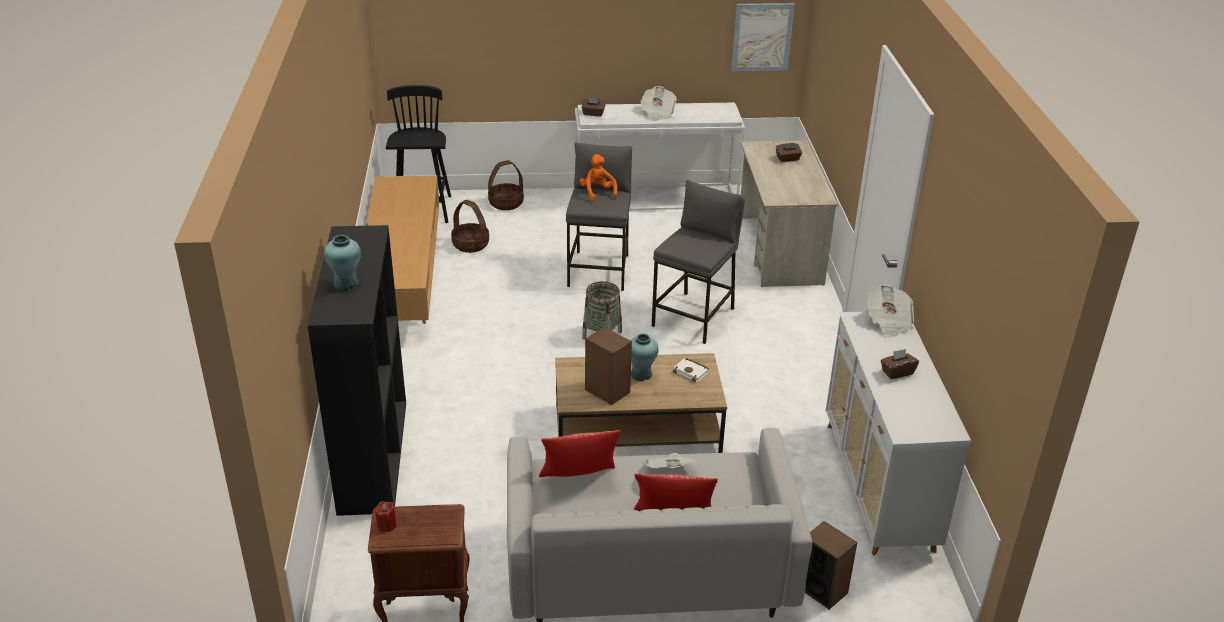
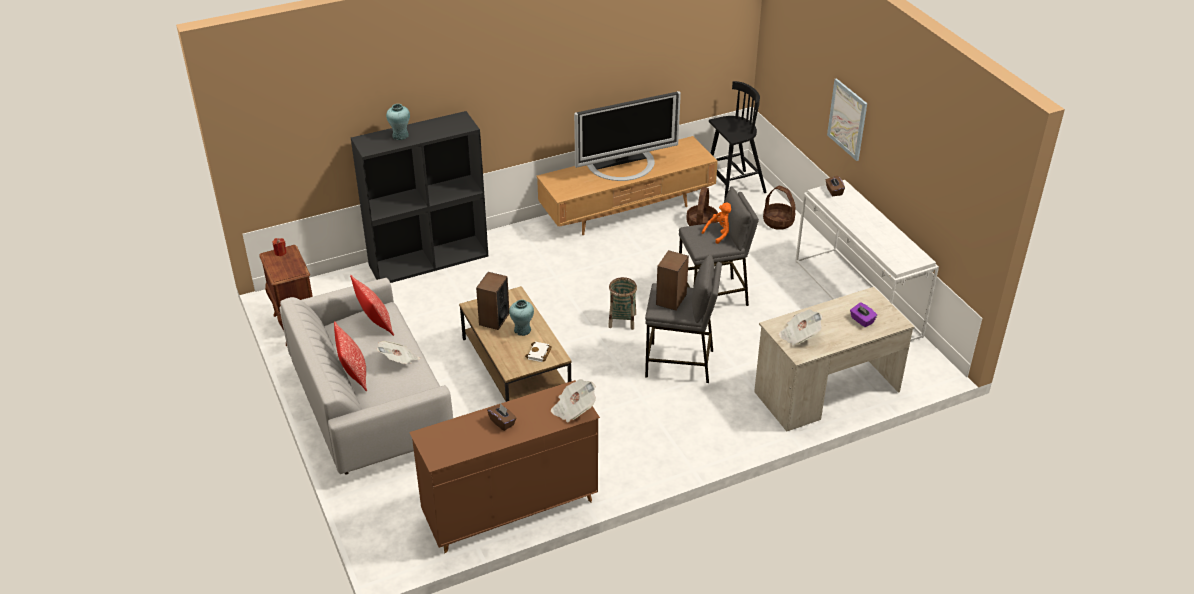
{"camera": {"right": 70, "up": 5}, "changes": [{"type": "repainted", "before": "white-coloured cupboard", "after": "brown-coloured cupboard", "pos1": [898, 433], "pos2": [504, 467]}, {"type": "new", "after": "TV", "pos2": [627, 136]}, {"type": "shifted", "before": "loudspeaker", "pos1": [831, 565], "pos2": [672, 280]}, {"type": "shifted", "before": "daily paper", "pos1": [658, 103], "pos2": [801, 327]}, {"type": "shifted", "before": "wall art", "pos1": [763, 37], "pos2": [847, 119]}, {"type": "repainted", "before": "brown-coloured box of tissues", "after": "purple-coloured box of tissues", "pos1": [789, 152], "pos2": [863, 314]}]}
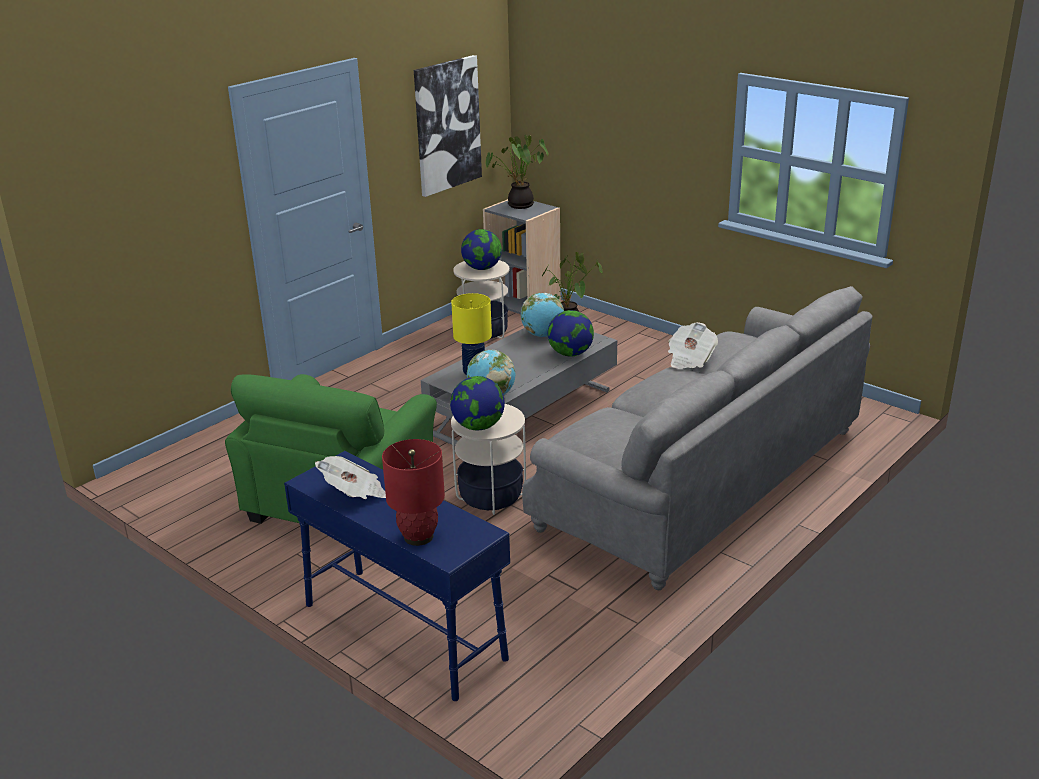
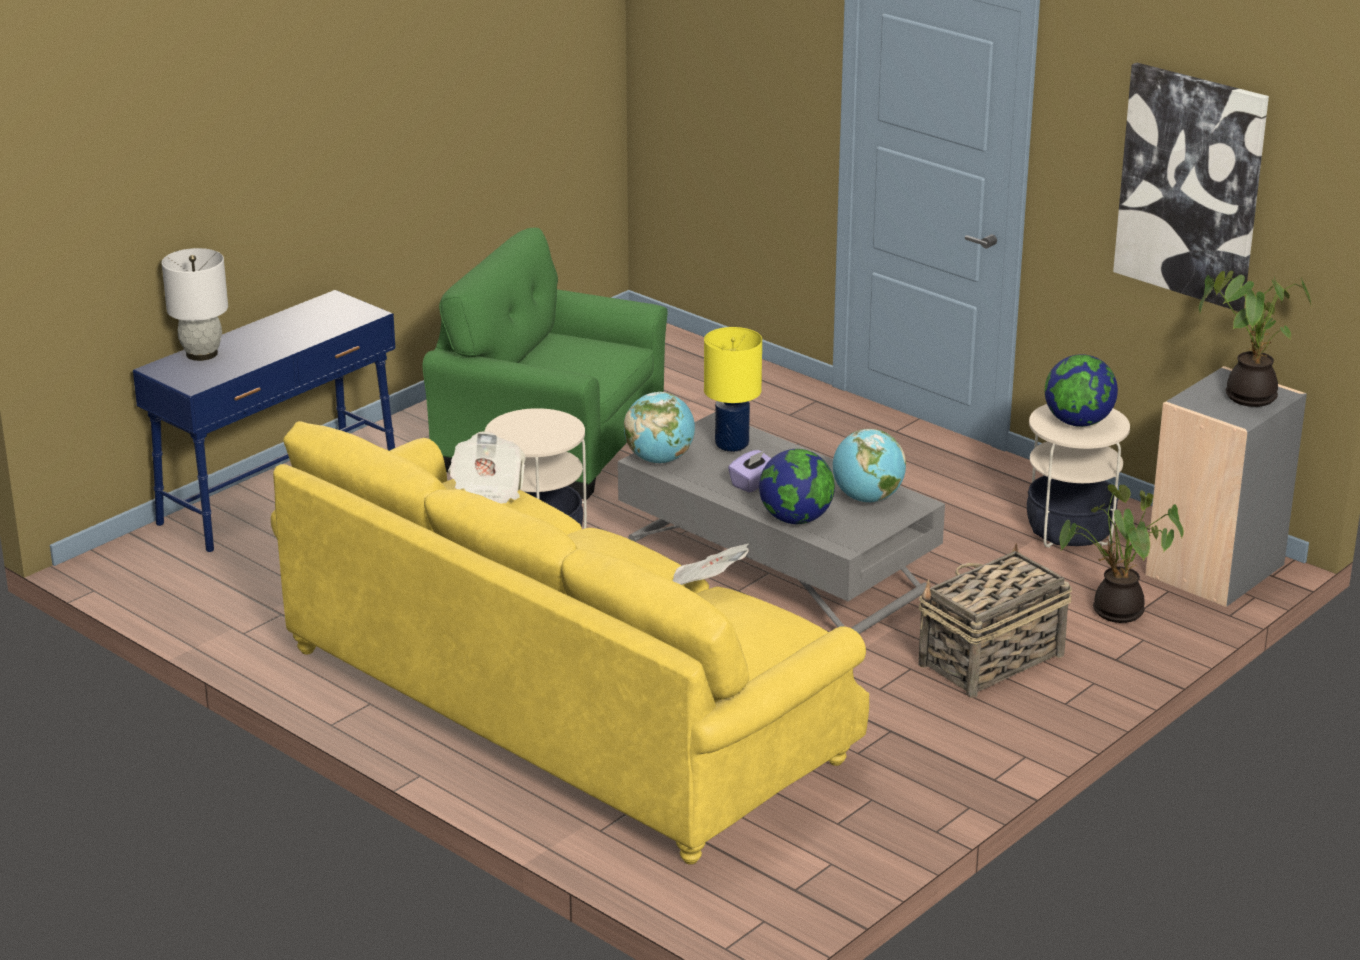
{"camera": {"right": 90, "up": 0}, "changes": [{"type": "repainted", "before": "red lamp for a table", "after": "white-coloured lamp for a table", "pos1": [413, 492], "pos2": [195, 304]}, {"type": "repainted", "before": "grey couch", "after": "yellow couch", "pos1": [697, 438], "pos2": [570, 642]}, {"type": "shifted", "before": "daily paper", "pos1": [350, 477], "pos2": [487, 467]}, {"type": "new", "after": "purple-coloured box of tissues", "pos2": [750, 471]}, {"type": "new", "after": "storage basket", "pos2": [995, 620]}, {"type": "gone", "before": "world globe", "pos1": [477, 403]}]}
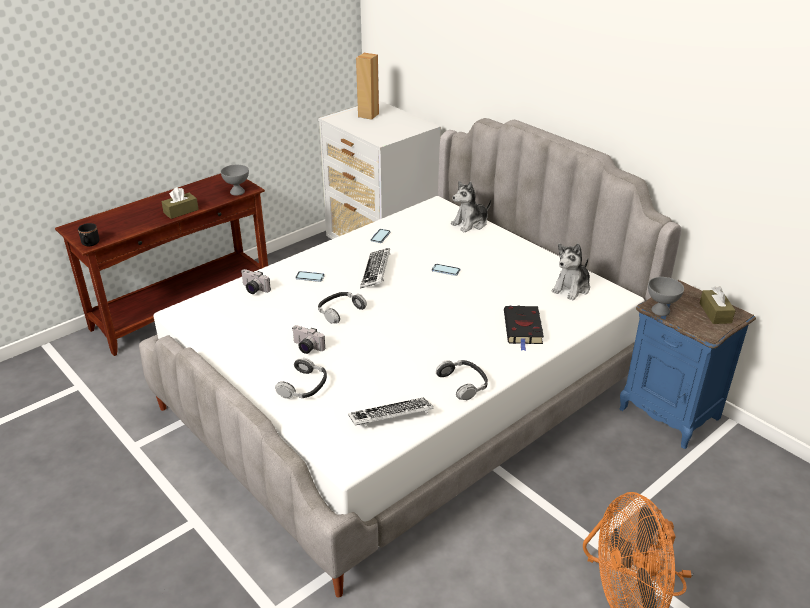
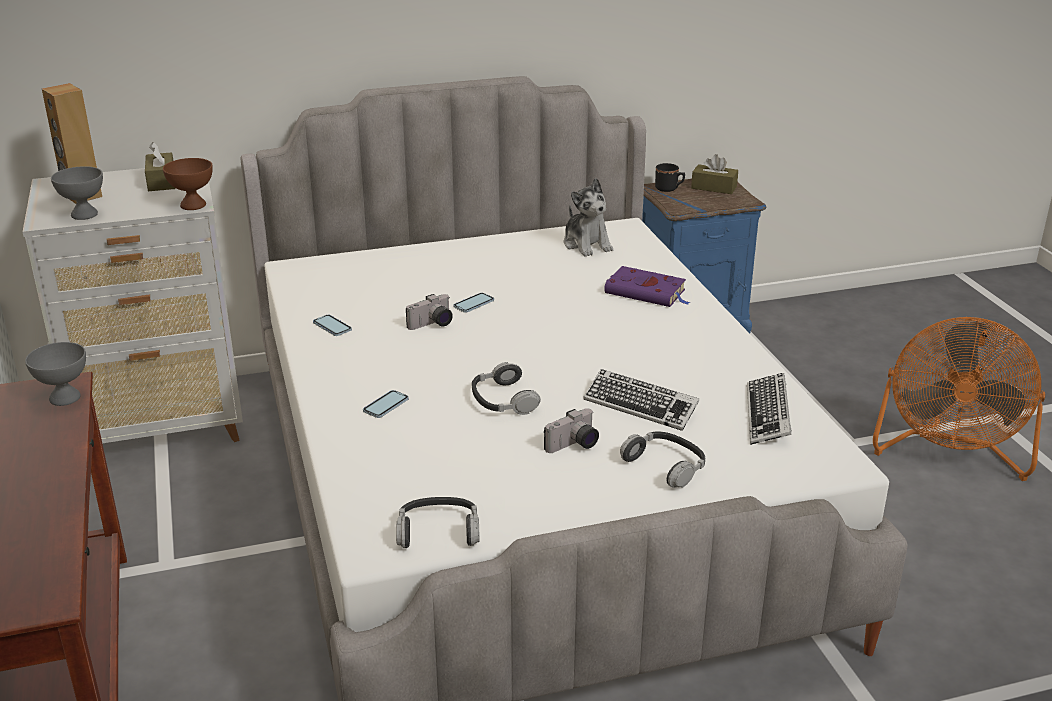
{"camera": {"right": -65, "up": -5}, "changes": [{"type": "shifted", "before": "grey bowl", "pos1": [666, 296], "pos2": [77, 193]}, {"type": "shifted", "before": "brown-coloured box of tissues", "pos1": [180, 203], "pos2": [160, 166]}, {"type": "new", "after": "brown-coloured bowl", "pos2": [188, 184]}, {"type": "shifted", "before": "headphones", "pos1": [462, 380], "pos2": [438, 522]}, {"type": "shifted", "before": "still camera", "pos1": [256, 281], "pos2": [429, 312]}, {"type": "shifted", "before": "PC keyboard", "pos1": [375, 268], "pos2": [641, 400]}, {"type": "repainted", "before": "blackish volume", "after": "purple-coloured volume", "pos1": [524, 328], "pos2": [647, 286]}, {"type": "shifted", "before": "blackish coffee mug", "pos1": [89, 234], "pos2": [670, 177]}, {"type": "gone", "before": "cuddly toy", "pos1": [471, 206]}]}
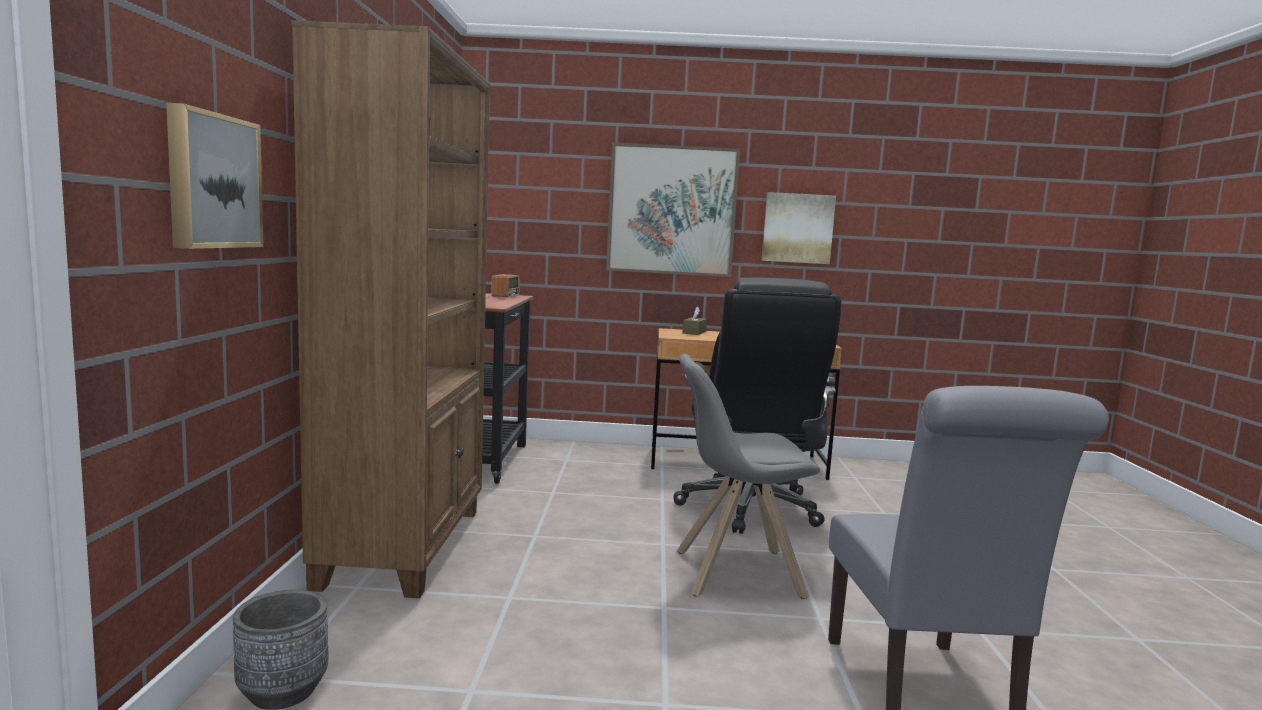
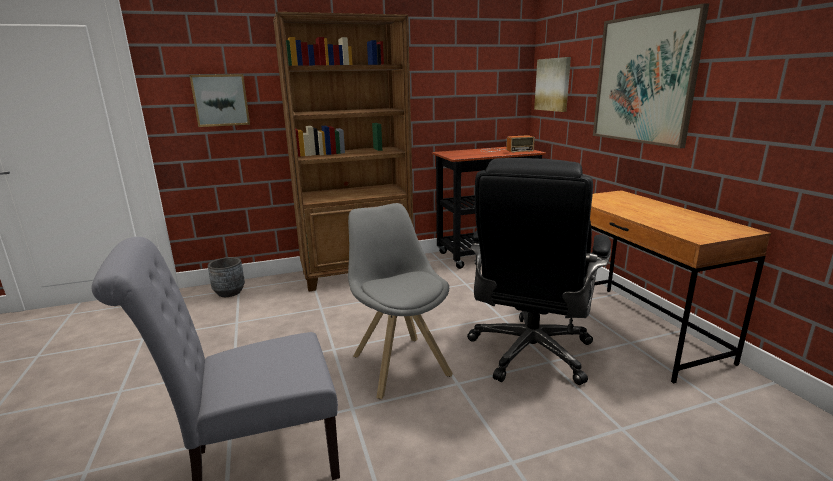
{"camera": {"right": 70, "up": 10}, "changes": [{"type": "rotated", "before": "blackish office chair", "pos1": [757, 405], "pos2": [539, 271], "turn": -45}, {"type": "shifted", "before": "wall art", "pos1": [799, 228], "pos2": [552, 84]}, {"type": "gone", "before": "brown-coloured box of tissues", "pos1": [695, 320]}]}
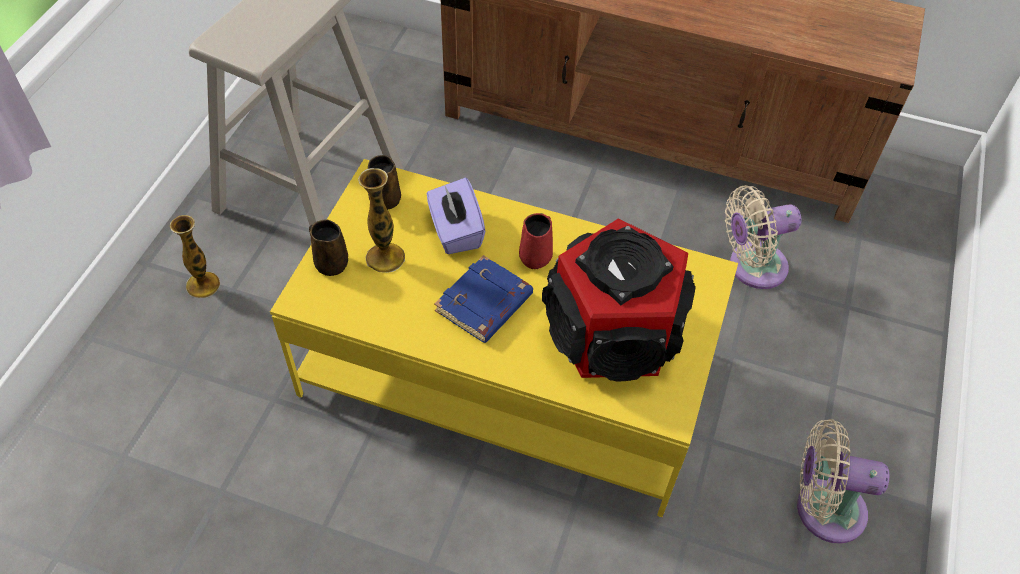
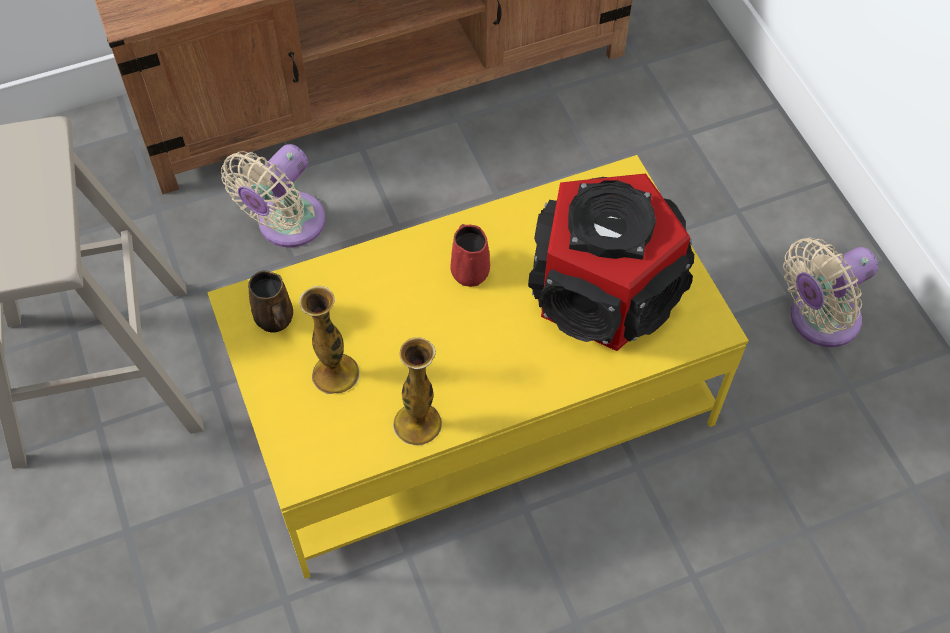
{"camera": {"right": -40, "up": 5}, "changes": [{"type": "shifted", "before": "sand-coloured fan", "pos1": [763, 237], "pos2": [273, 196]}, {"type": "shifted", "before": "decorative vase", "pos1": [195, 256], "pos2": [417, 391]}, {"type": "gone", "before": "brown-coloured coffee mug", "pos1": [328, 247]}, {"type": "gone", "before": "purple-coloured box of tissues", "pos1": [456, 216]}, {"type": "gone", "before": "bluish volume", "pos1": [483, 299]}]}
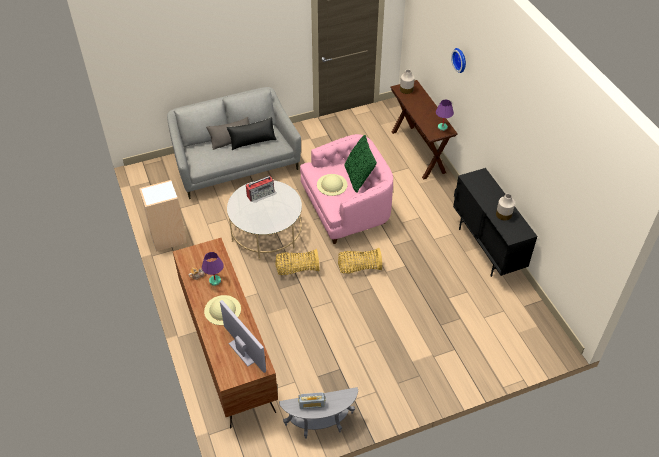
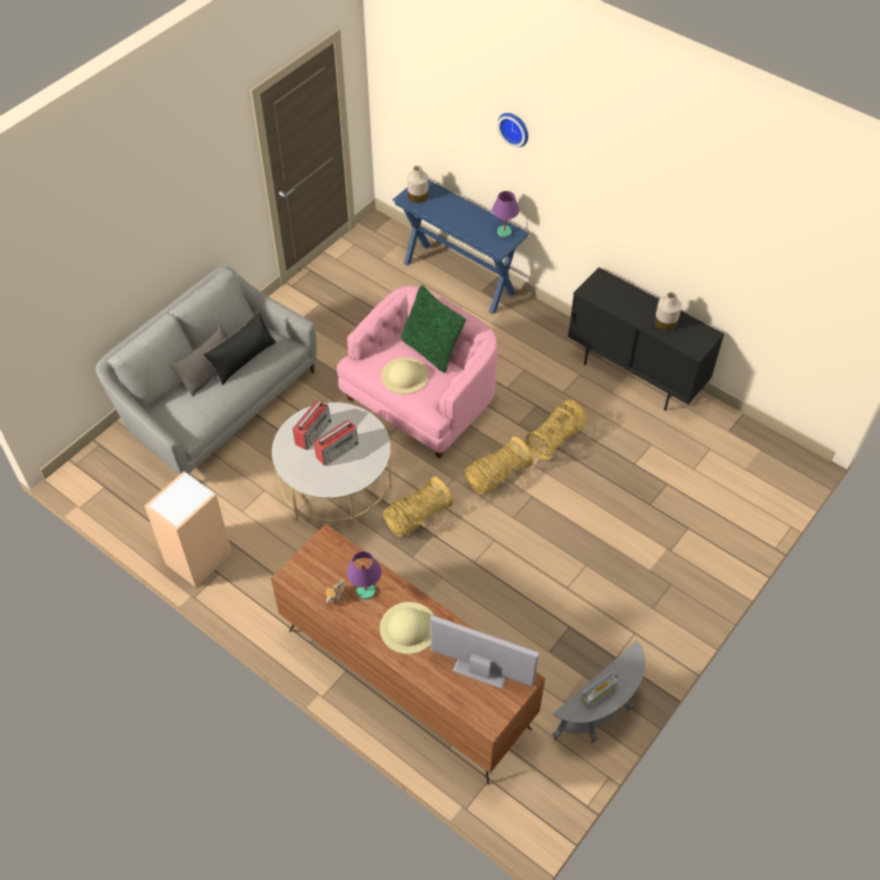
{"camera": {"right": -30, "up": 5}, "changes": [{"type": "new", "after": "radio receiver", "pos2": [336, 443]}, {"type": "repainted", "before": "brown-coloured console table", "after": "bluish console table", "pos1": [424, 130], "pos2": [461, 247]}, {"type": "new", "after": "storage basket", "pos2": [556, 430]}]}
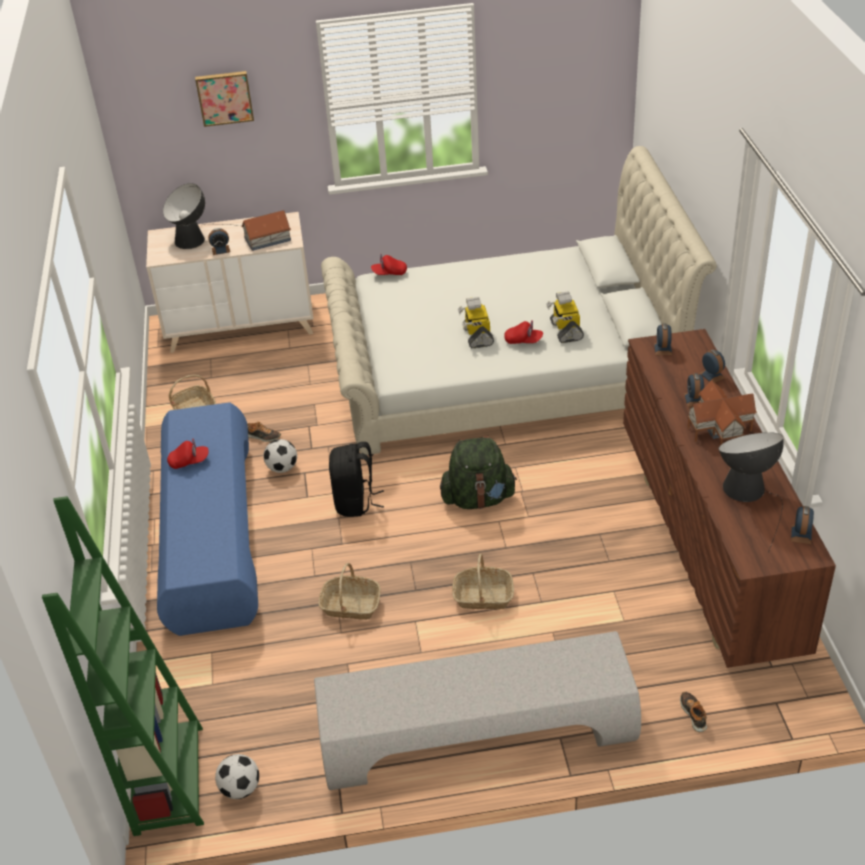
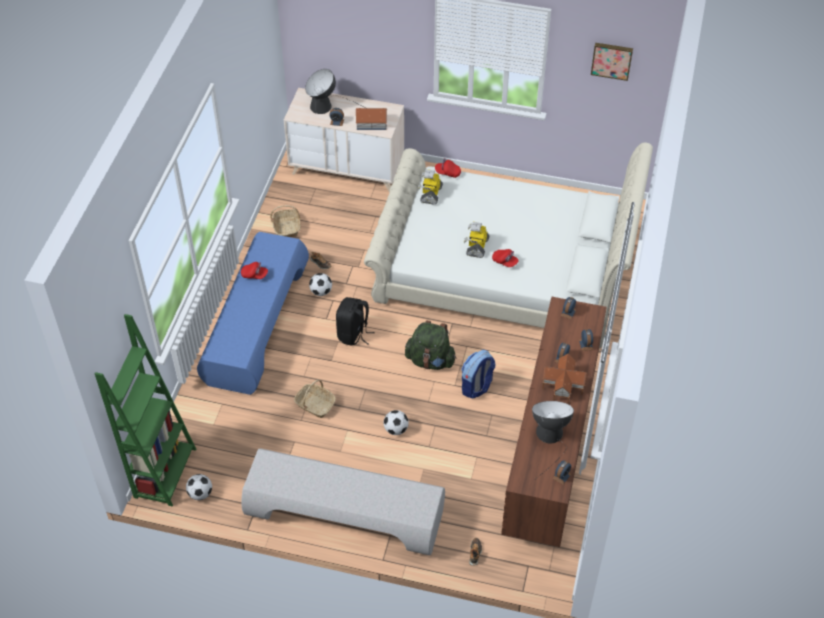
{"camera": {"right": 20, "up": 10}, "changes": [{"type": "swapped", "before": "storage basket", "after": "football ball", "pos1": [483, 581], "pos2": [396, 422]}, {"type": "shifted", "before": "robot figure", "pos1": [565, 317], "pos2": [430, 187]}, {"type": "new", "after": "knapsack", "pos2": [478, 374]}, {"type": "shifted", "before": "wall art", "pos1": [224, 99], "pos2": [612, 62]}]}
